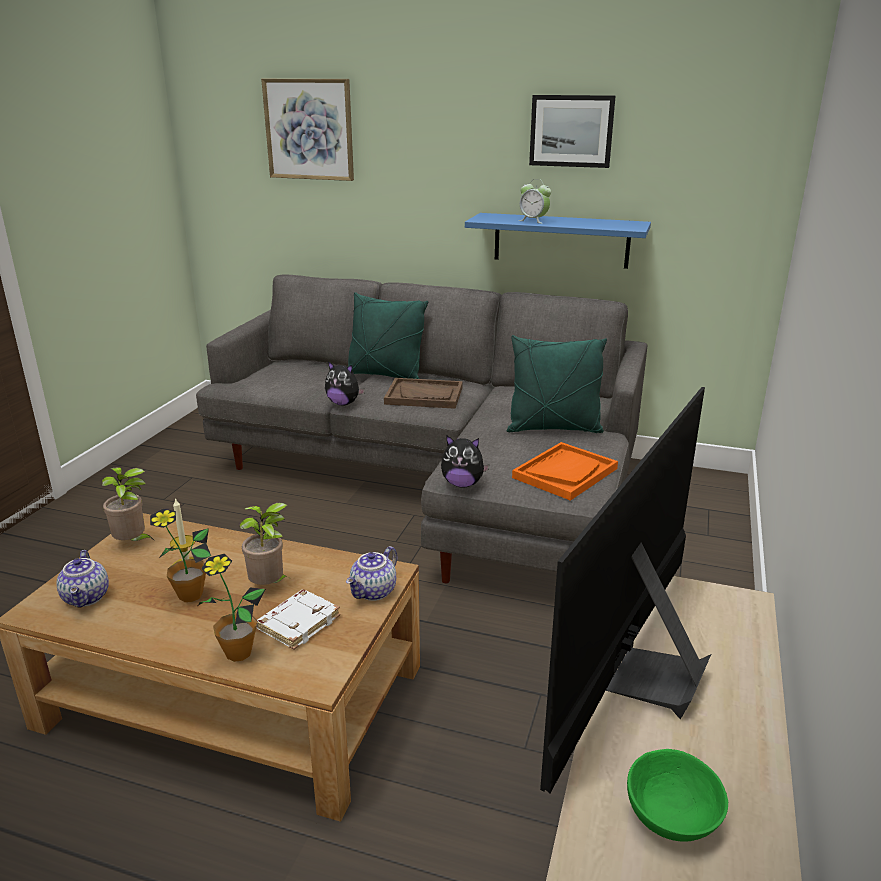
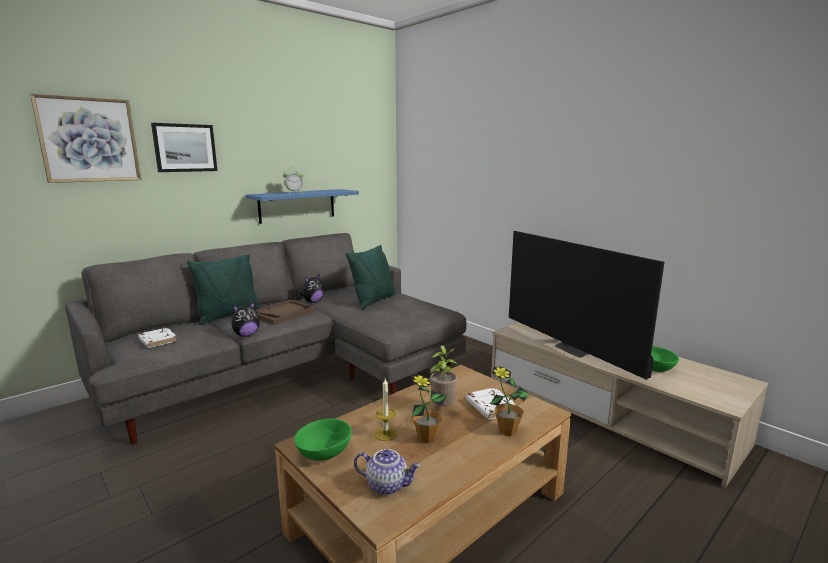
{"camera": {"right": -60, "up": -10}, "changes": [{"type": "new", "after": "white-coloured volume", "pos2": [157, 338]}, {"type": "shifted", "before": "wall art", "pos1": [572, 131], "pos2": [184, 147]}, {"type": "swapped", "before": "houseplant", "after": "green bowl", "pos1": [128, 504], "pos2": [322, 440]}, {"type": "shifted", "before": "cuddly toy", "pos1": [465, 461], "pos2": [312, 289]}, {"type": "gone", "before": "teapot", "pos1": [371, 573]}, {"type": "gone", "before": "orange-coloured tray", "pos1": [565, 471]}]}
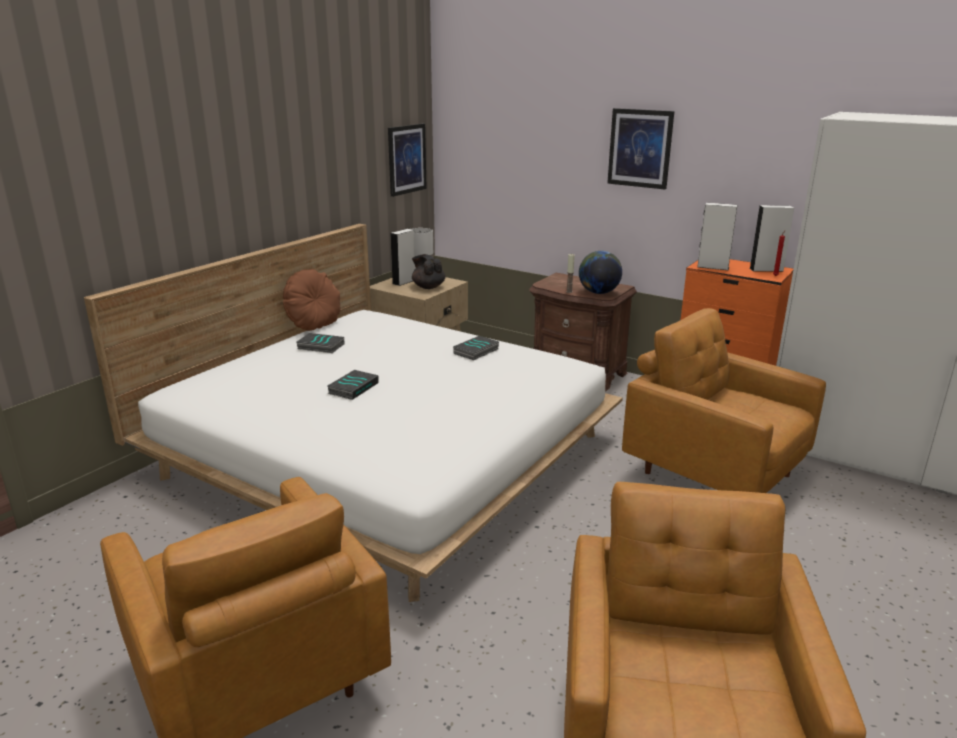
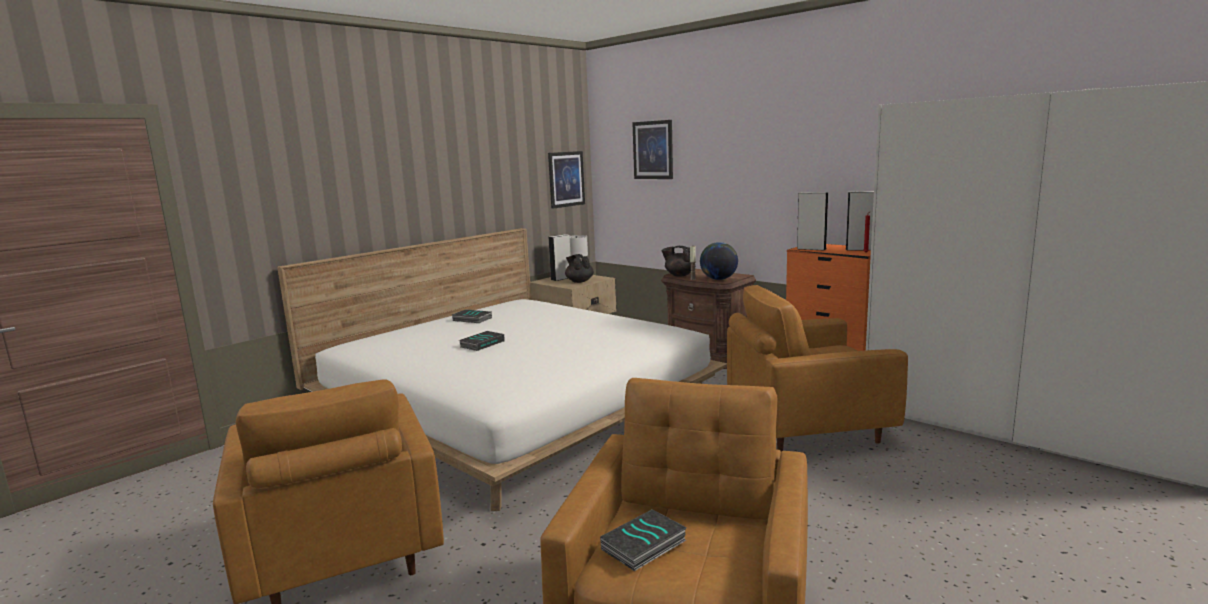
{"camera": {"right": 10, "up": -10}, "changes": [{"type": "shifted", "before": "volume", "pos1": [476, 348], "pos2": [643, 540]}, {"type": "shifted", "before": "wall art", "pos1": [640, 148], "pos2": [652, 149]}, {"type": "new", "after": "blackish teapot", "pos2": [676, 261]}, {"type": "rotated", "before": "brown-coloured lounge chair", "pos1": [724, 400], "pos2": [817, 368], "turn": -60}, {"type": "gone", "before": "brown-coloured cushion", "pos1": [311, 300]}]}
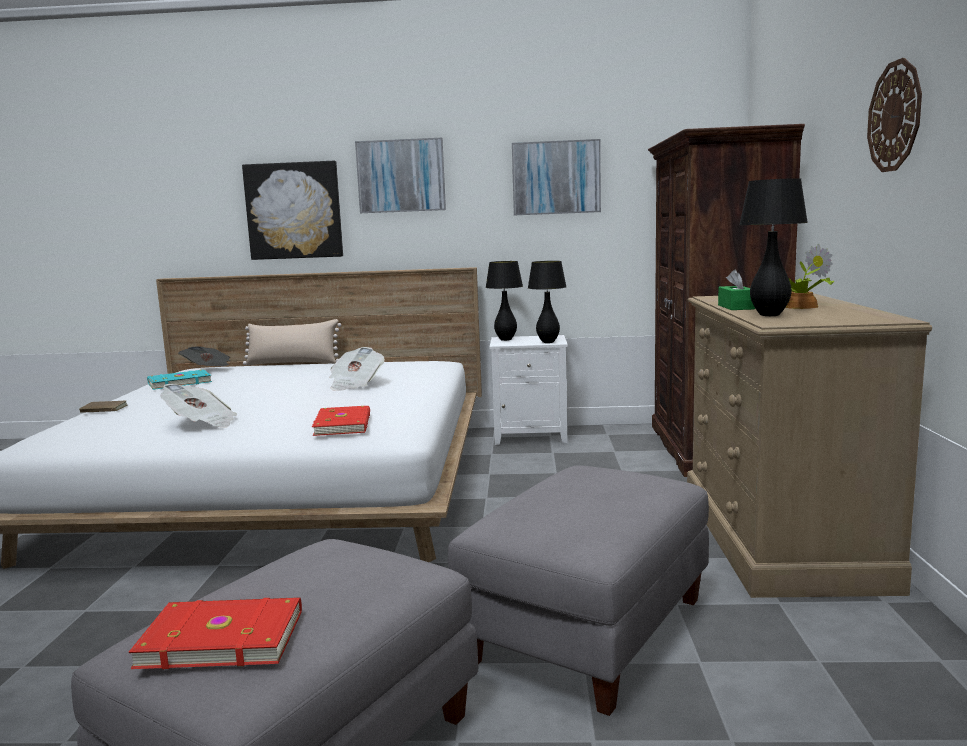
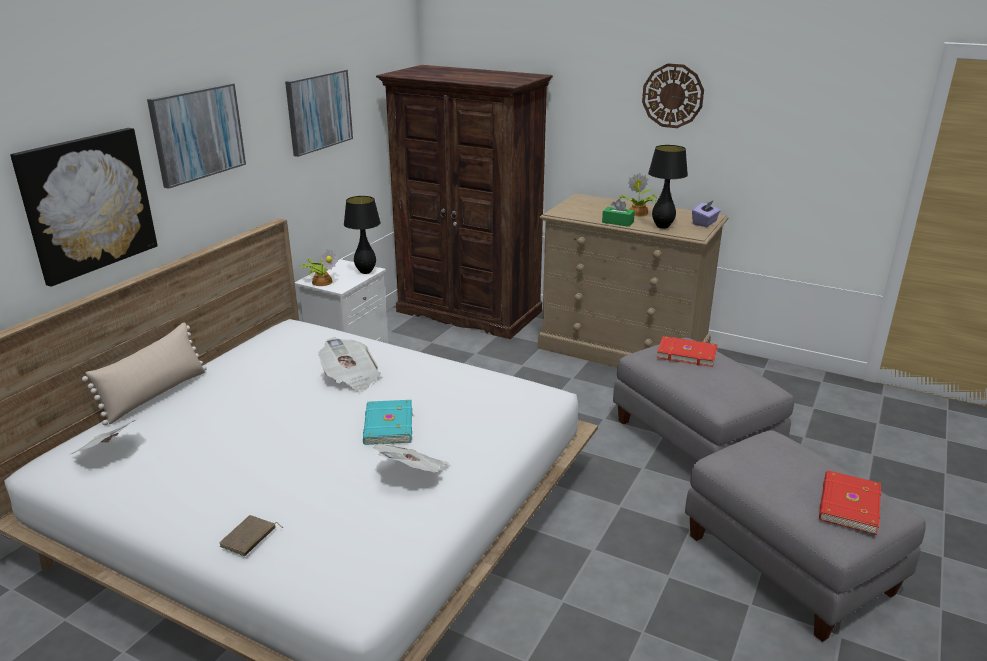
{"camera": {"right": -65, "up": 15}, "changes": [{"type": "swapped", "before": "blackish lamp for a table", "after": "houseplant", "pos1": [504, 301], "pos2": [318, 267]}, {"type": "shifted", "before": "blue-green volume", "pos1": [179, 380], "pos2": [387, 422]}, {"type": "shifted", "before": "red volume", "pos1": [341, 421], "pos2": [686, 351]}, {"type": "new", "after": "purple-coloured box of tissues", "pos2": [706, 213]}]}
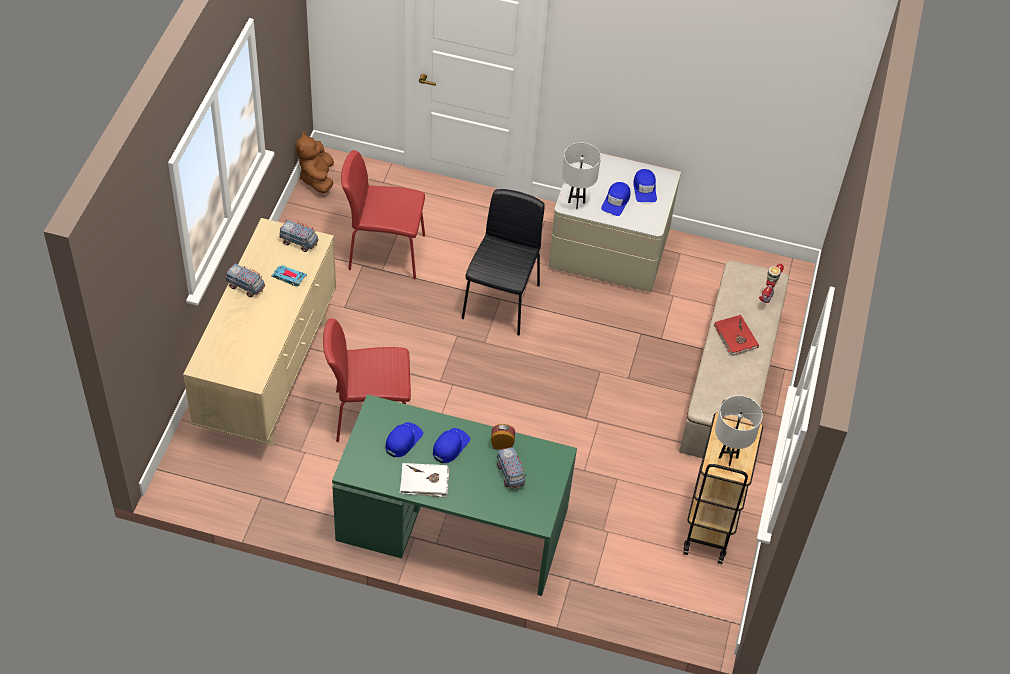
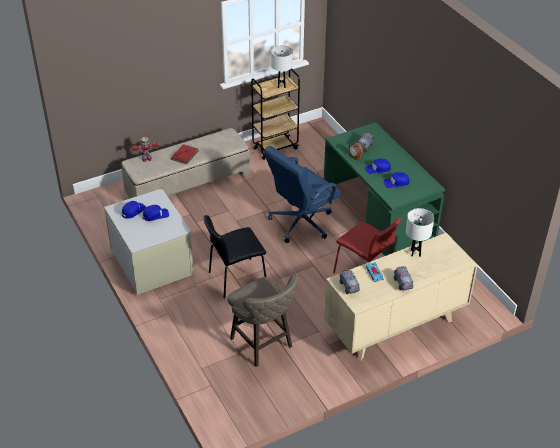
{"camera": {"right": -130, "up": -10}, "changes": [{"type": "swapped", "before": "red plain chair", "after": "sand-coloured stool", "pos1": [383, 214], "pos2": [262, 320]}, {"type": "new", "after": "bluish office chair", "pos2": [302, 194]}, {"type": "shifted", "before": "white-coloured lamp for a table", "pos1": [581, 176], "pos2": [420, 232]}, {"type": "gone", "before": "brown-coloured cuddly toy", "pos1": [315, 163]}, {"type": "gone", "before": "white-coloured volume", "pos1": [424, 480]}]}
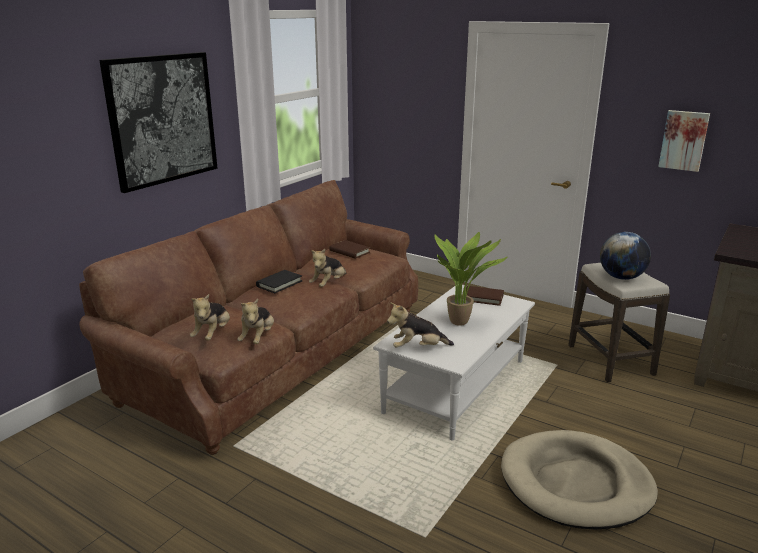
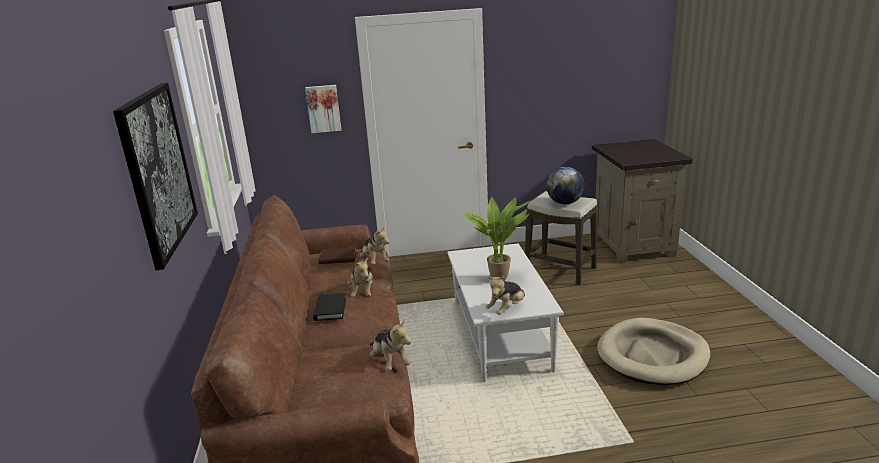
{"camera": {"right": -40, "up": 0}, "changes": [{"type": "shifted", "before": "wall art", "pos1": [684, 141], "pos2": [323, 109]}, {"type": "shifted", "before": "cuddly toy", "pos1": [210, 317], "pos2": [374, 245]}, {"type": "gone", "before": "brown-coloured volume", "pos1": [485, 296]}]}
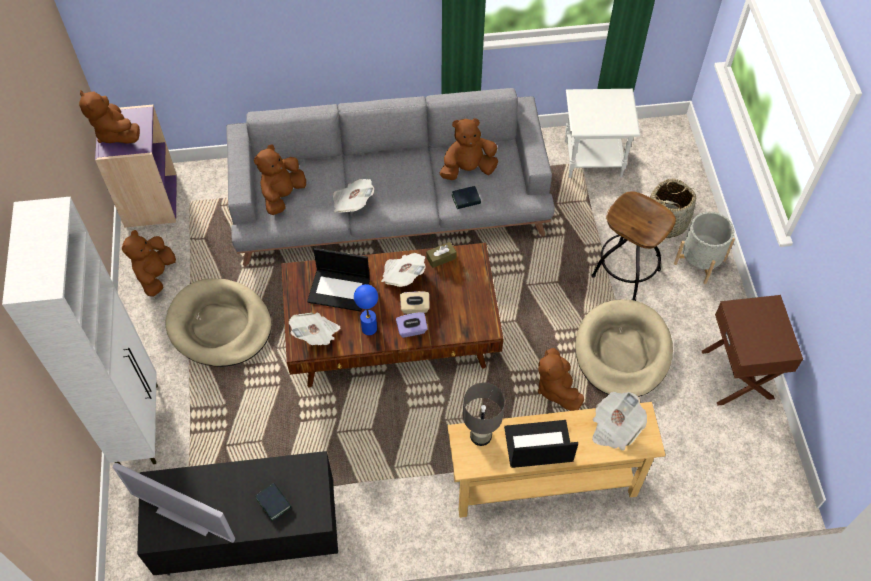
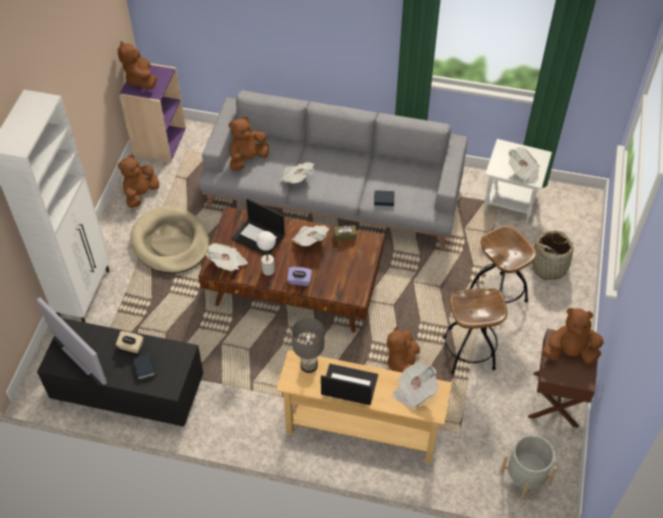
{"camera": {"right": 20, "up": -5}, "changes": [{"type": "shifted", "before": "sand-coloured box of tissues", "pos1": [415, 302], "pos2": [130, 342]}, {"type": "repainted", "before": "bluish lamp for a table", "after": "white-coloured lamp for a table", "pos1": [366, 309], "pos2": [266, 253]}, {"type": "swapped", "before": "sand-coloured dog bed", "after": "brown-coloured stool", "pos1": [624, 348], "pos2": [475, 331]}, {"type": "shifted", "before": "grey planter", "pos1": [704, 248], "pos2": [528, 468]}, {"type": "new", "after": "daily paper", "pos2": [524, 164]}, {"type": "shifted", "before": "brown-coloured cuddly toy", "pos1": [469, 149], "pos2": [573, 336]}]}
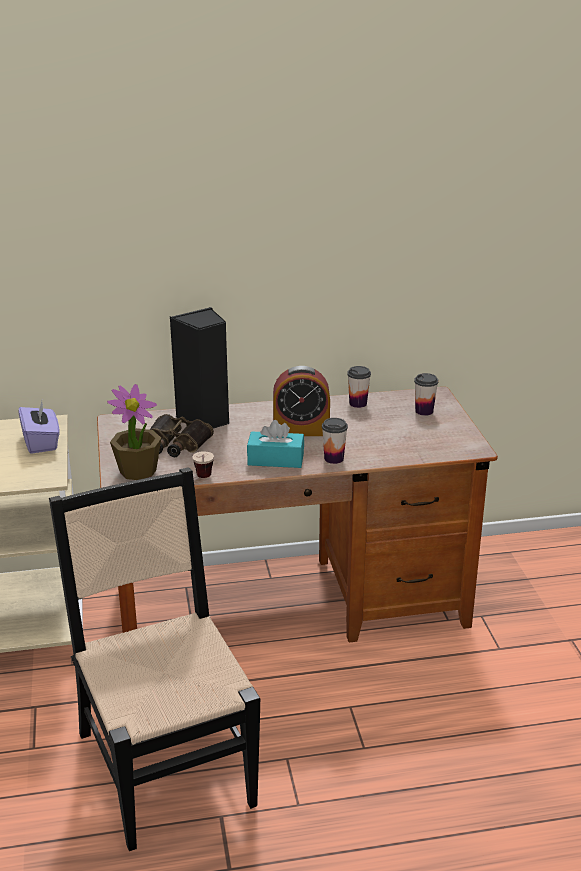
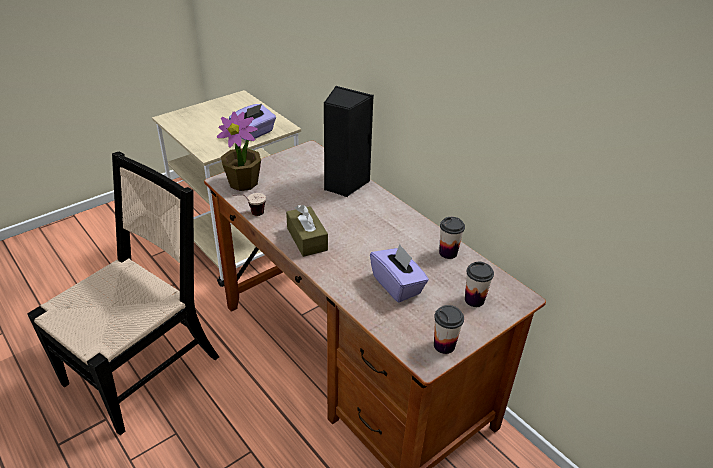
{"camera": {"right": 60, "up": 10}, "changes": [{"type": "repainted", "before": "blue-green box of tissues", "after": "brown-coloured box of tissues", "pos1": [275, 444], "pos2": [307, 231]}, {"type": "new", "after": "purple-coloured box of tissues", "pos2": [399, 273]}, {"type": "shifted", "before": "small cup", "pos1": [335, 441], "pos2": [449, 329]}, {"type": "gone", "before": "binoculars", "pos1": [182, 435]}, {"type": "gone", "before": "bedside clock", "pos1": [301, 401]}]}
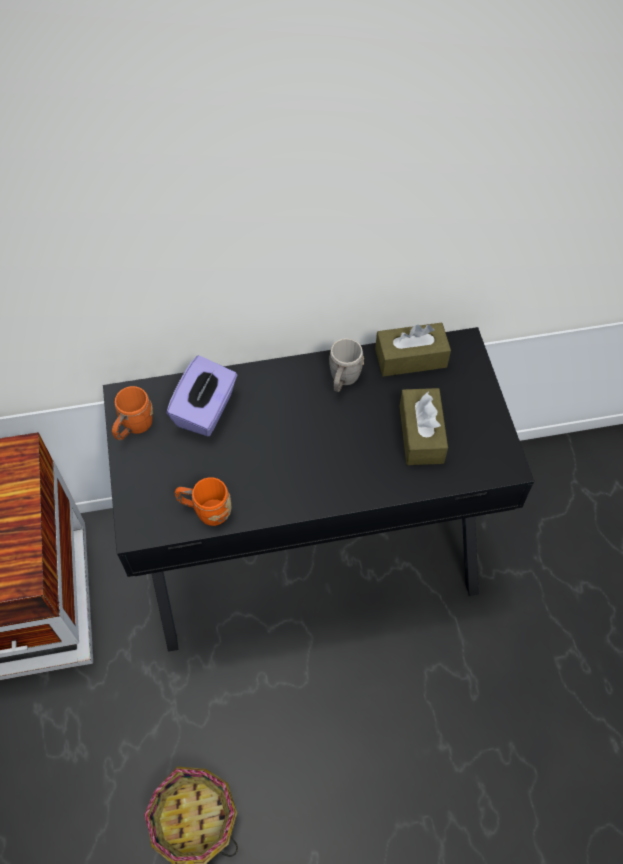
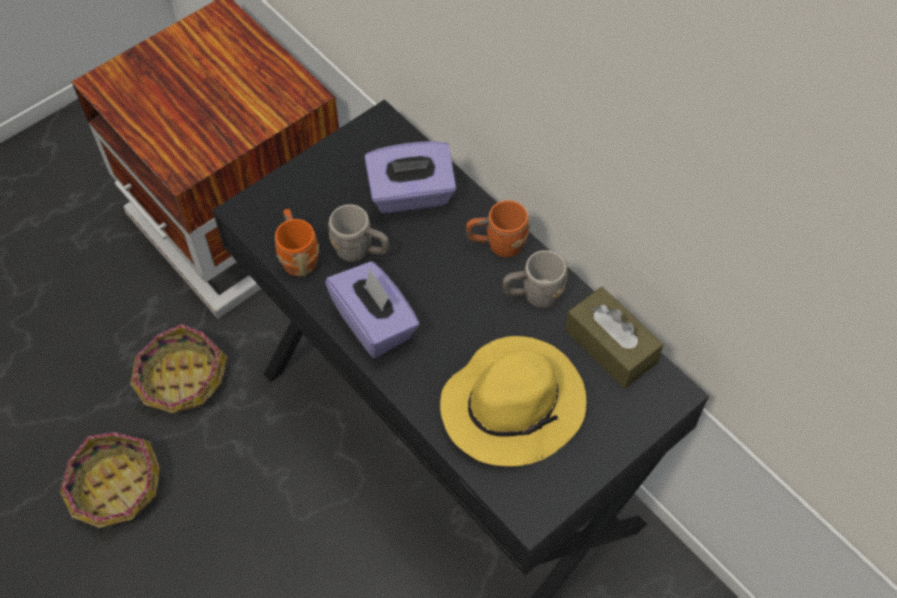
{"camera": {"right": 60, "up": 0}, "changes": [{"type": "new", "after": "storage basket", "pos2": [179, 370]}, {"type": "new", "after": "purple-coloured box of tissues", "pos2": [372, 310]}, {"type": "new", "after": "grey coffee mug", "pos2": [358, 233]}, {"type": "swapped", "before": "brown-coloured box of tissues", "after": "yellow hat", "pos1": [424, 426], "pos2": [513, 401]}, {"type": "shifted", "before": "orange-coloured coffee mug", "pos1": [132, 413], "pos2": [498, 229]}]}
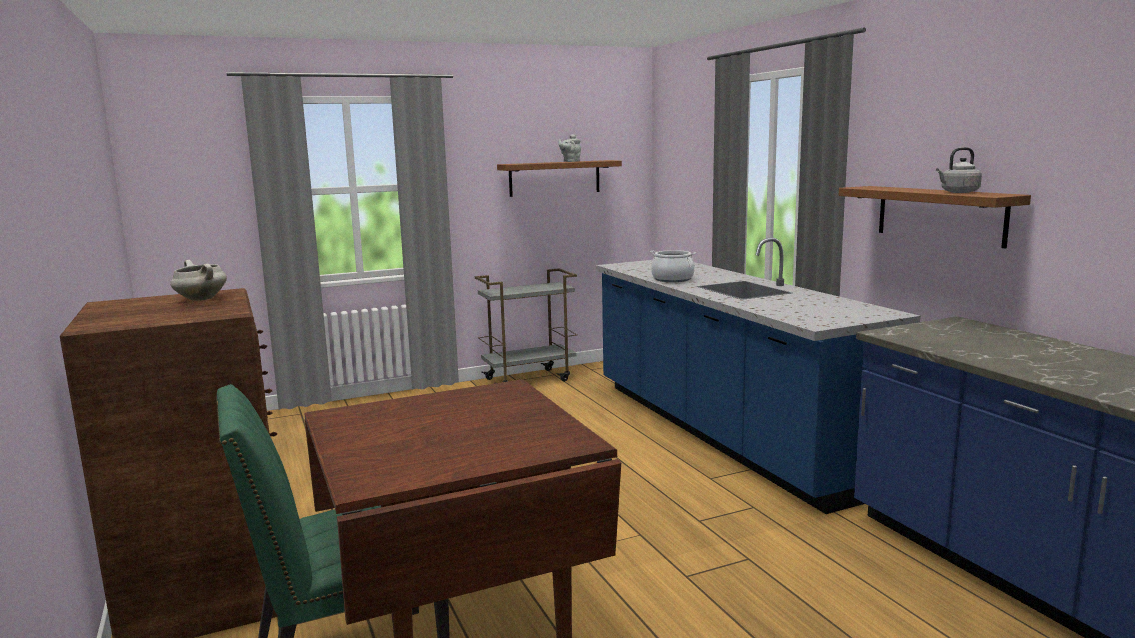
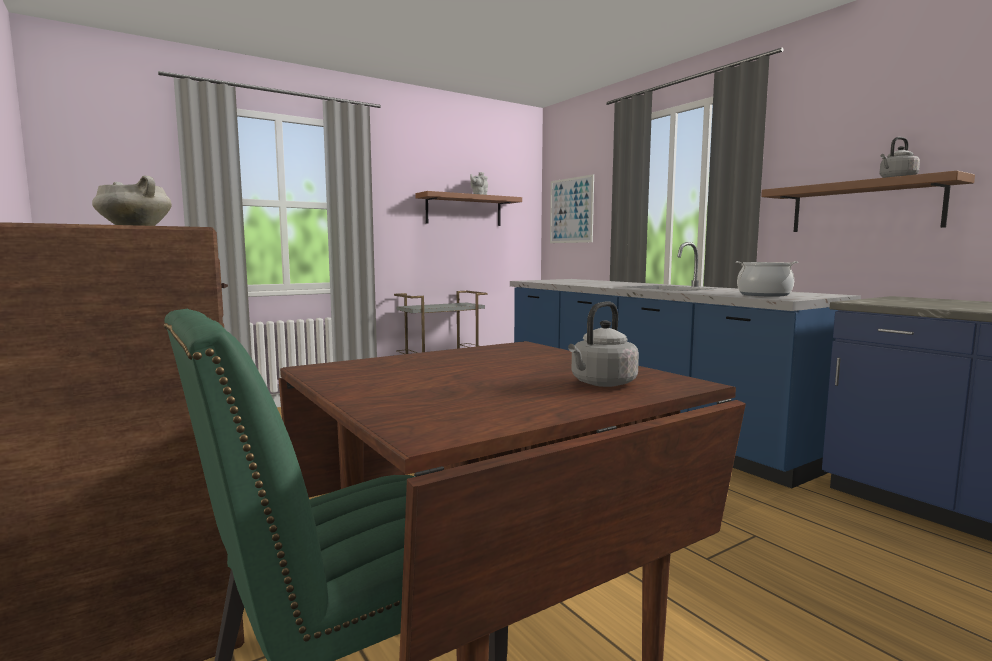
{"camera": {"right": -10, "up": -5}, "changes": [{"type": "new", "after": "wall art", "pos2": [572, 208]}, {"type": "new", "after": "grey water kettle", "pos2": [603, 344]}, {"type": "shifted", "before": "saucepot", "pos1": [673, 266], "pos2": [767, 279]}]}
